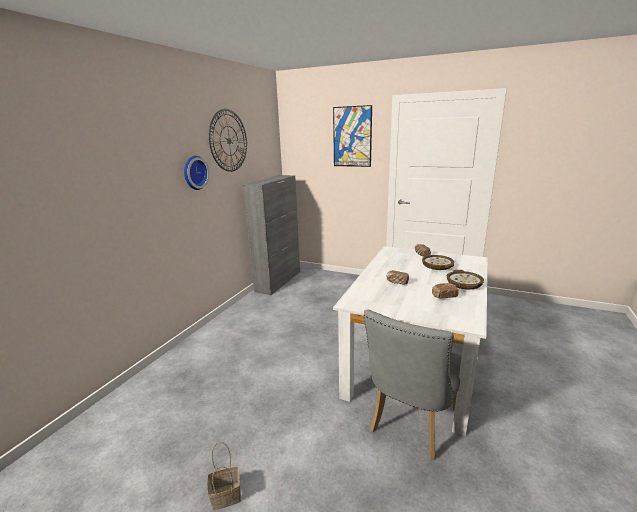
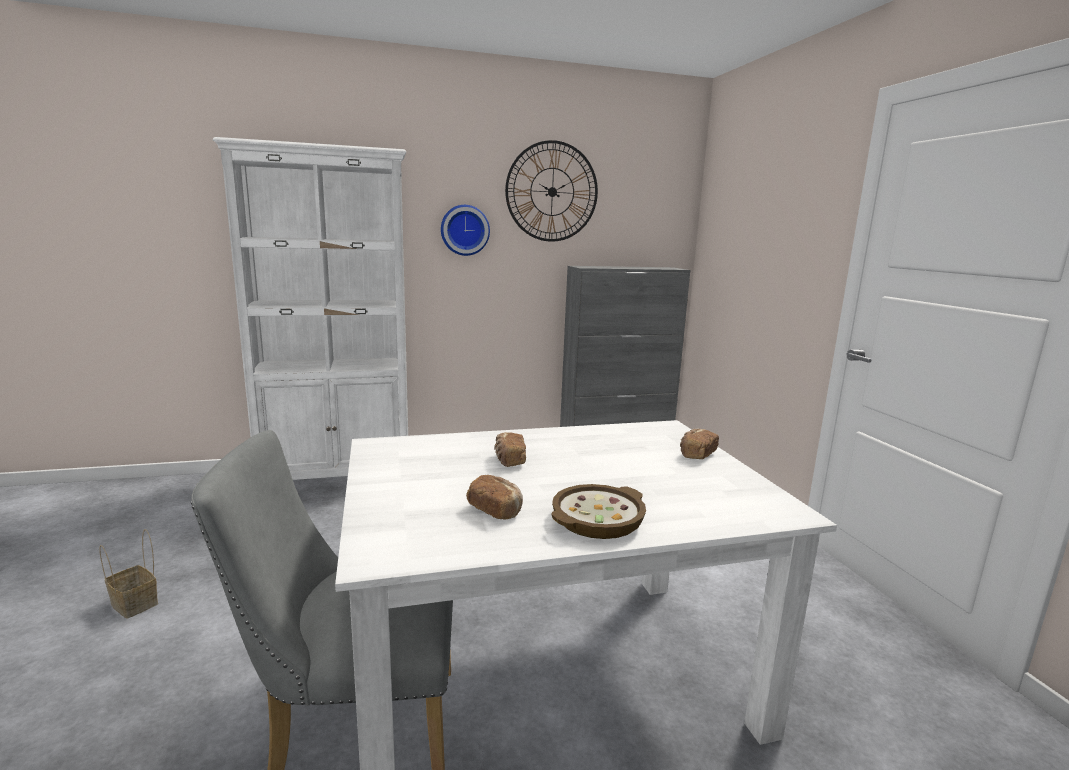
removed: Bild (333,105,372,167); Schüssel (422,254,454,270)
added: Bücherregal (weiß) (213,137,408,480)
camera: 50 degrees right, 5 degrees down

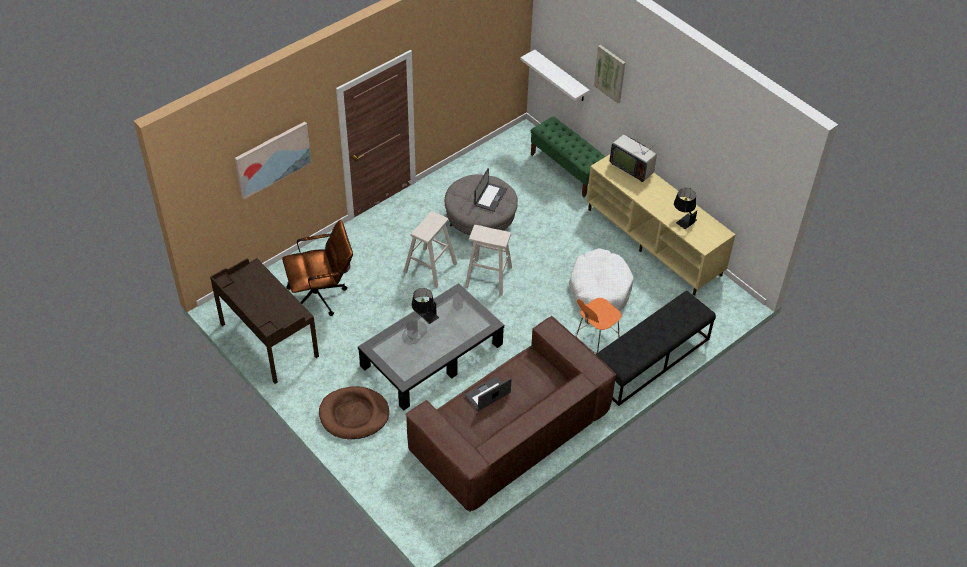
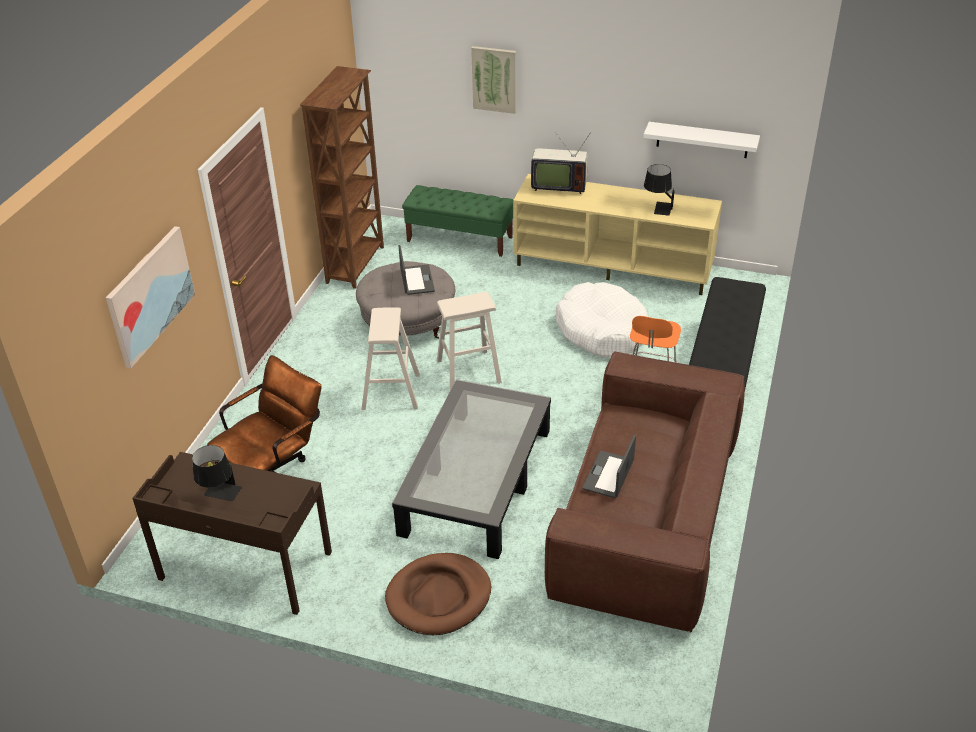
added: Bücherregal (braun) (300,66,384,289)
moved: Wandregal (weiß) (520,50,590,101) to (643,122,760,158); Tischlampe (schwarz) (412,288,439,324) to (192,445,242,501)
camera: 30 degrees left, 10 degrees down

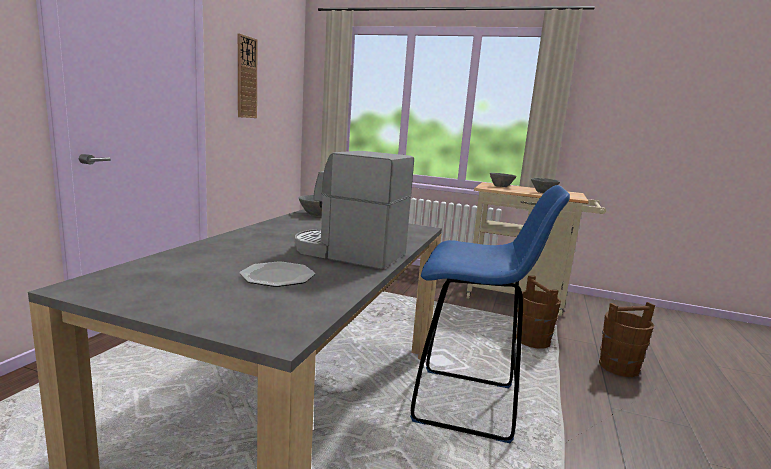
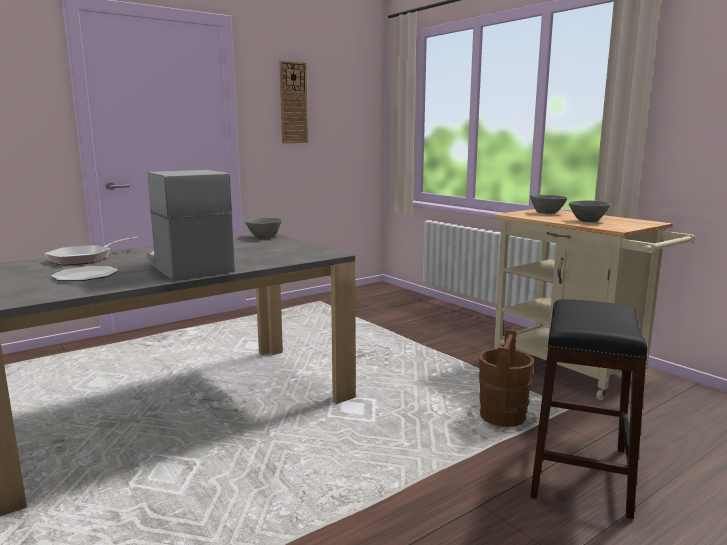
removed: Hocker (blau) (410,185,570,443)
added: Pfanne (44,237,138,265)
replaced: Eimer (braun) (599,302,655,377) to Hocker (schwarz) (530,300,647,519)
camera: 35 degrees right, 0 degrees up

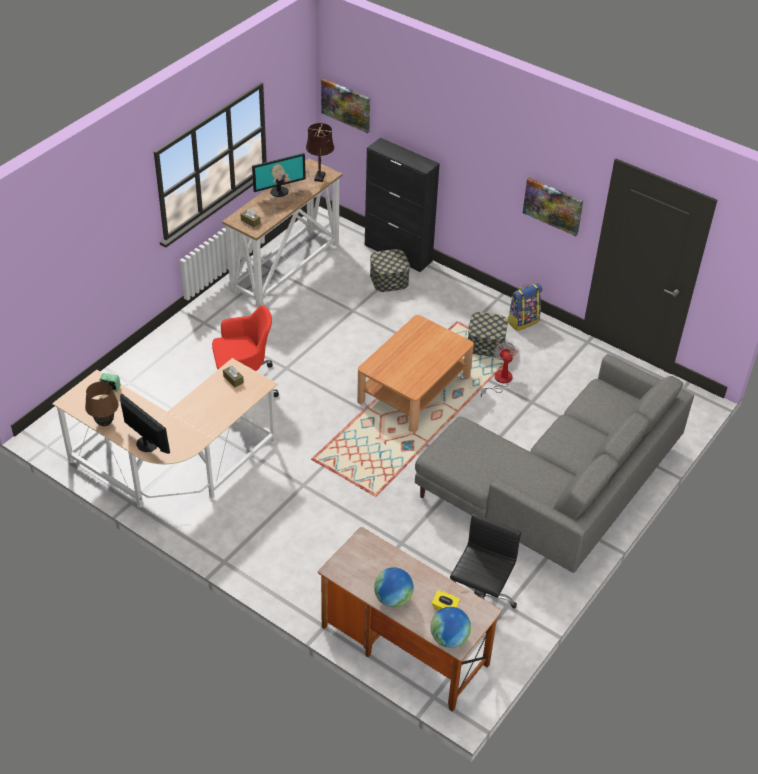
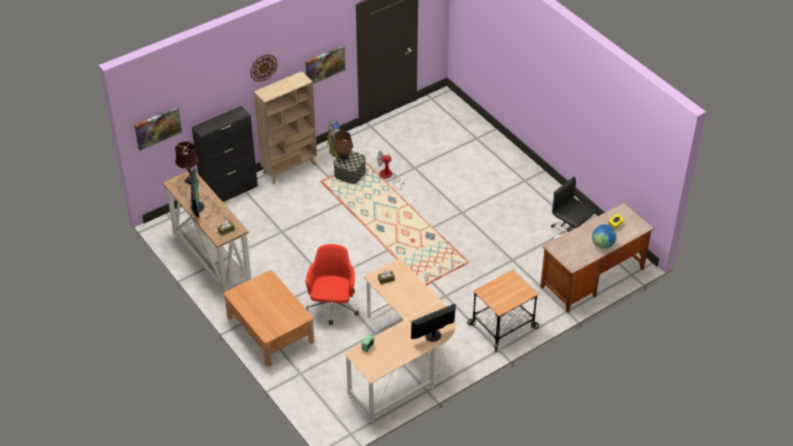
removed: Aufbewahrungsbox (370,249,410,292); Sofa (grau) (415,354,694,573); Globus (430,607,471,648)
added: Wanduhr (250,54,277,82); Bücherregal (beige) (254,71,317,184); Rollwagen (467,269,539,352)
moved: Couchtisch (braun) (357,315,474,432) to (224,270,314,366); Tischlampe (braun) (85,382,119,426) to (333,131,353,160)
camera: 70 degrees left, 0 degrees up

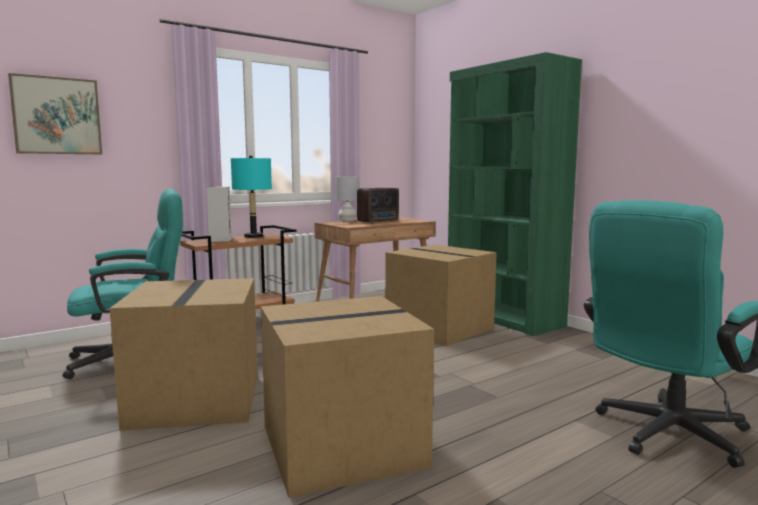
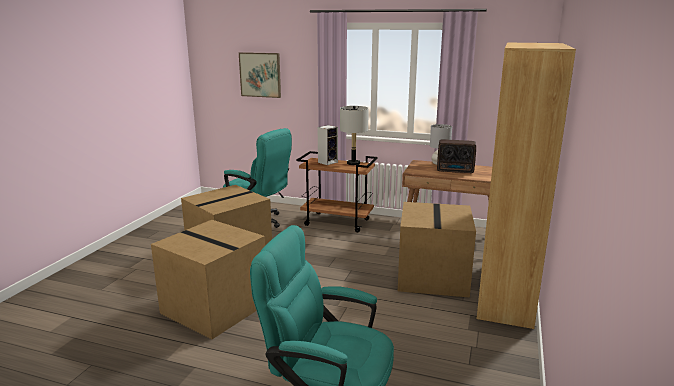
recoloured: Bücherregal (grün) (448,52,582,336) to Bücherregal (braun) (477,42,576,329); Tischlampe (türkis) (231,155,272,238) to Tischlampe (grau) (340,106,369,165)
camera: 55 degrees right, 10 degrees up

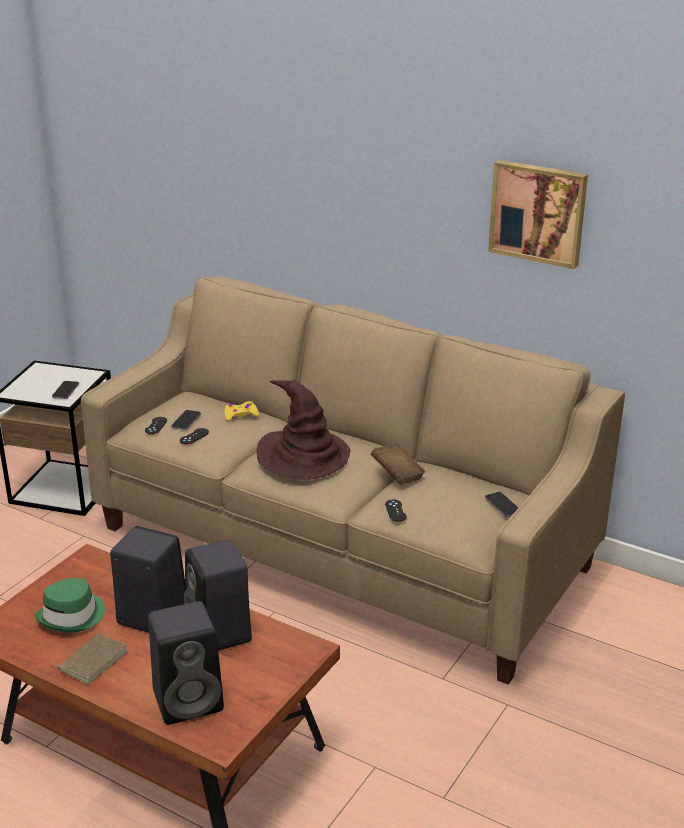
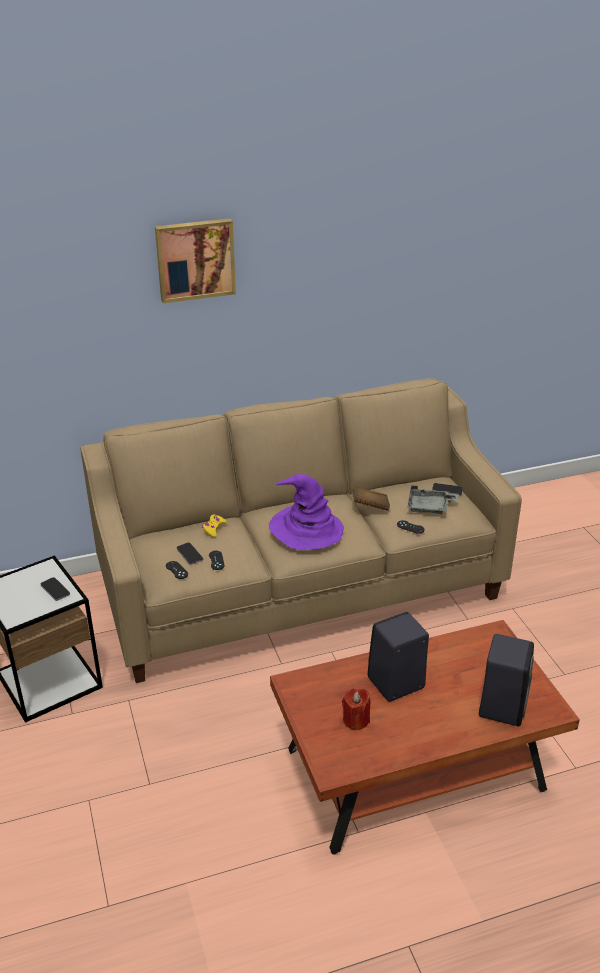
removed: Lautsprecher (schwarz) (184,539,252,651); Buch (braun) (48,633,128,685)
added: Tablett (grau) (407,485,459,514)
moved: Bild (488,160,588,269) to (155,218,236,303)
replaced: Hut (grün) (35,578,105,633) to Kerze (rot) (342,688,370,730)
recoloured: Hut (braun) (257,380,351,480) to Hut (lila) (269,474,344,550)
camera: 50 degrees left, 5 degrees up

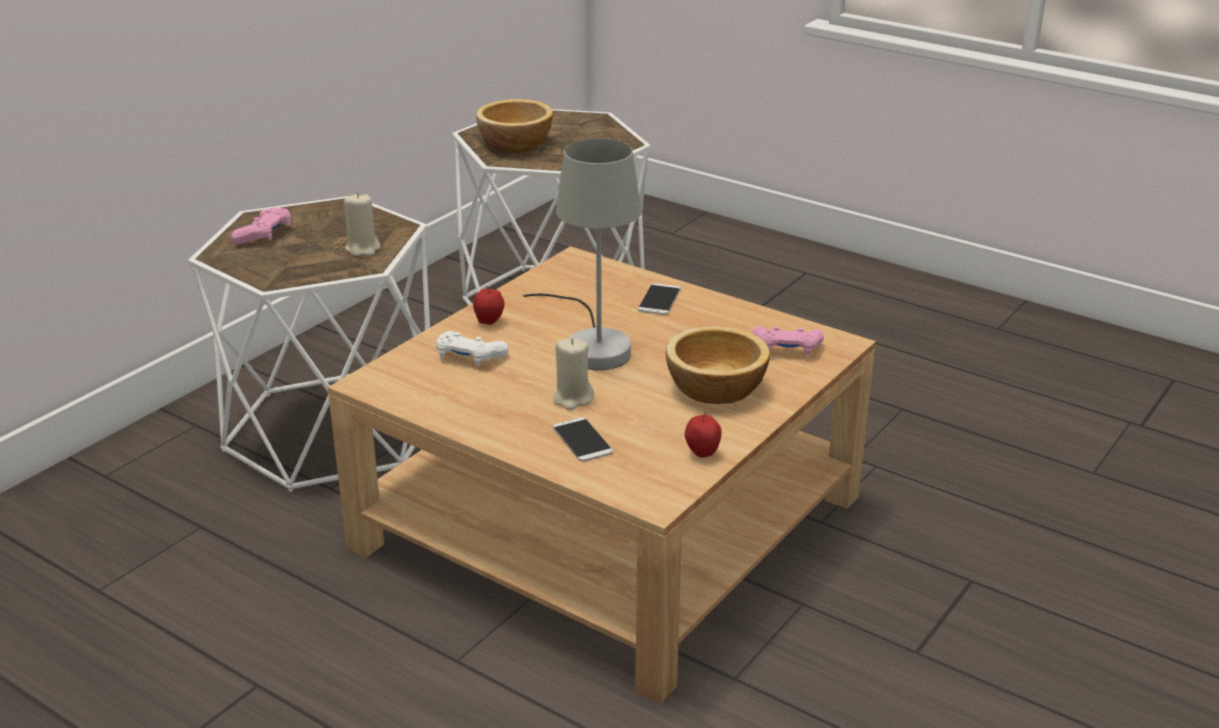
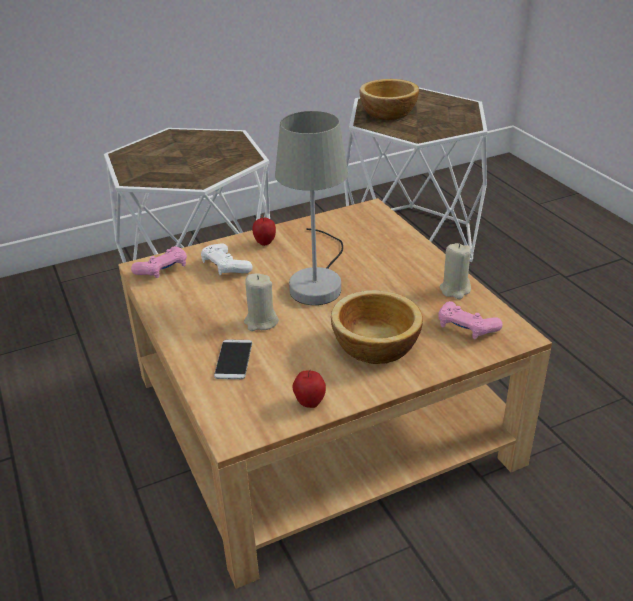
removed: Handy (638,283,681,315)
moved: Kerze (beige) (344,193,380,256) to (440,243,471,299); Gamepad (rosa) (231,207,291,244) to (131,246,187,278)
camera: 30 degrees right, 5 degrees up

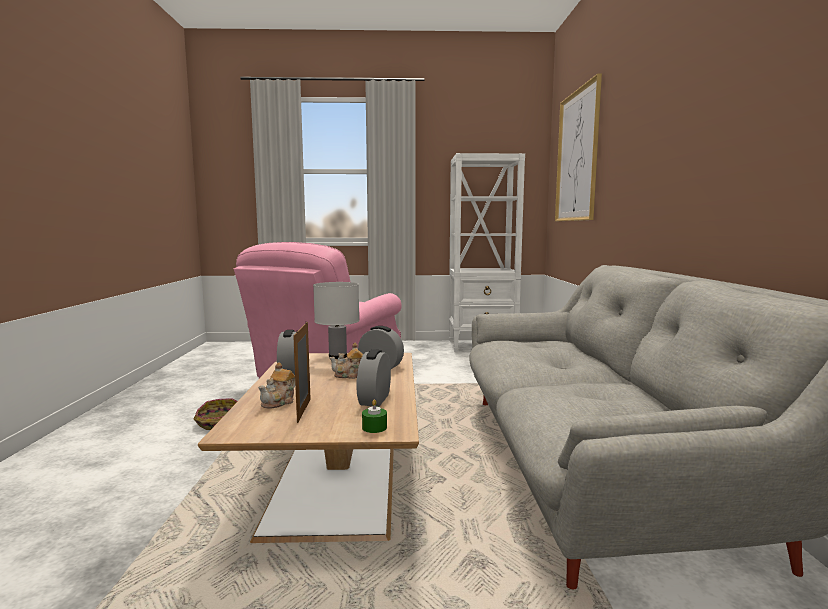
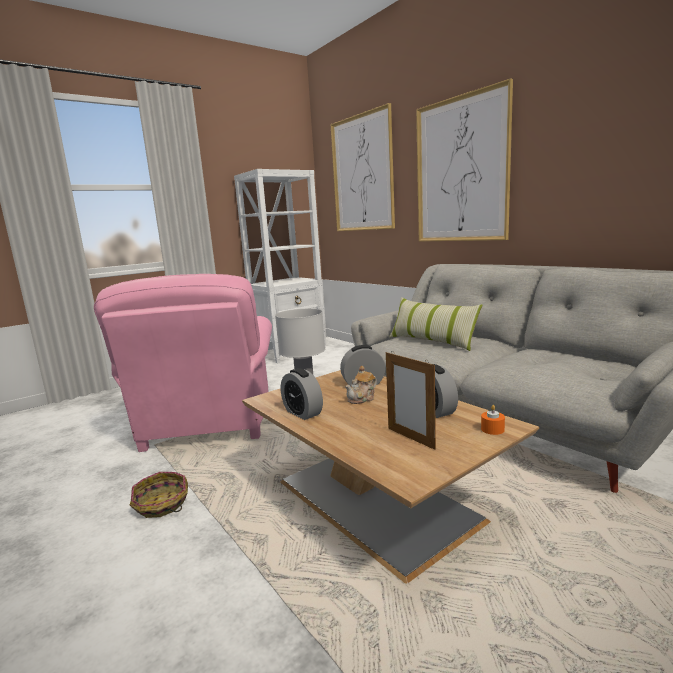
removed: Teekanne (258,363,295,408)
added: Bild (416,78,513,241); Kissen (389,297,483,351)
recoloured: Kerze (grün) (362,399,387,433) to Kerze (orange) (481,405,505,435)
camera: 35 degrees left, 5 degrees up

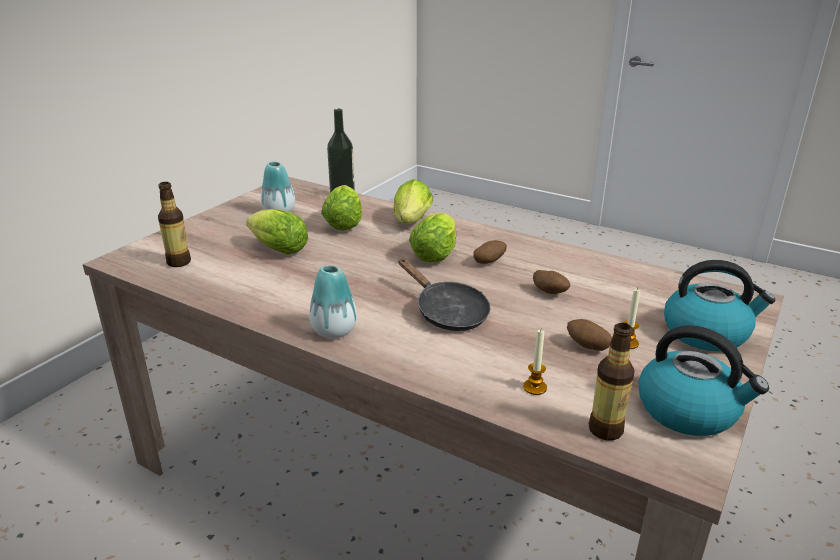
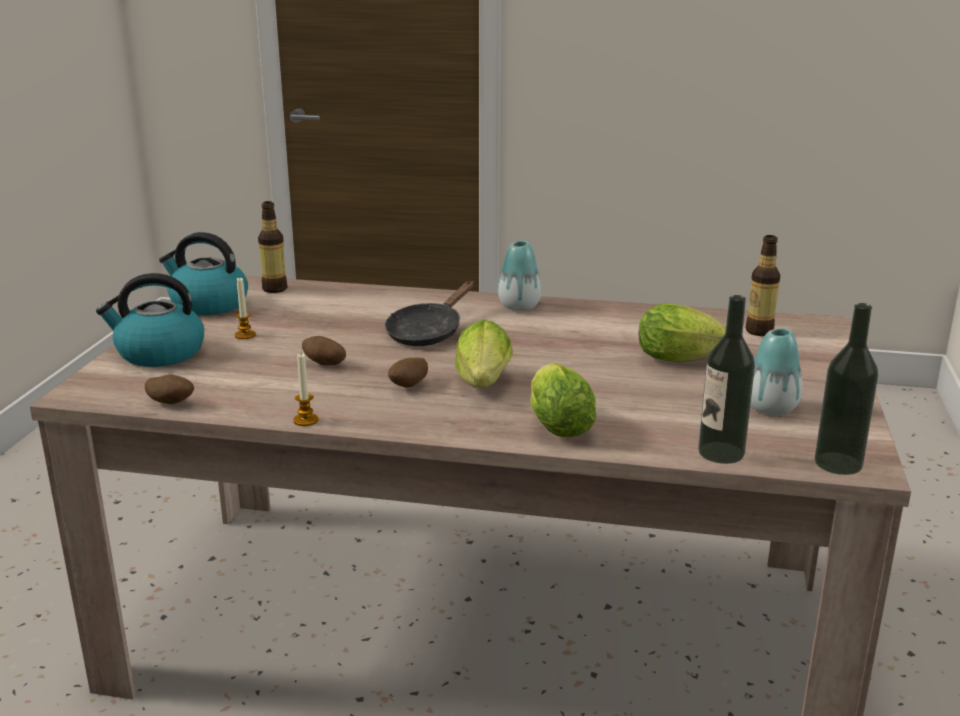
removed: Salatkopf (321,185,362,231)
added: Flasche (815,303,878,475)
moved: Kartoffel (567,319,612,351) to (145,374,194,404); Kerze (523,330,547,395) to (293,353,318,426)
turned: Pfanne (schwarz) (398,258,490,331) = (385,281,474,346) 90 degrees counterclockwise
camera: 160 degrees right, 5 degrees down

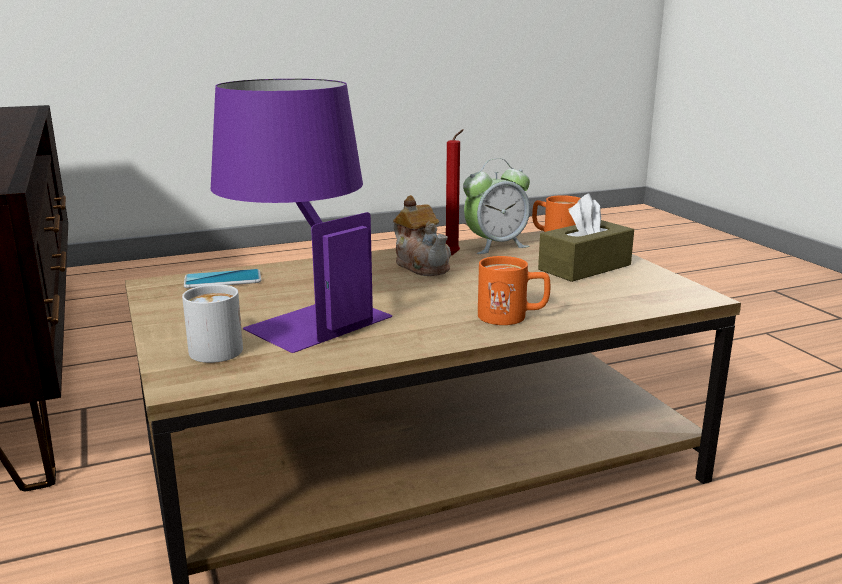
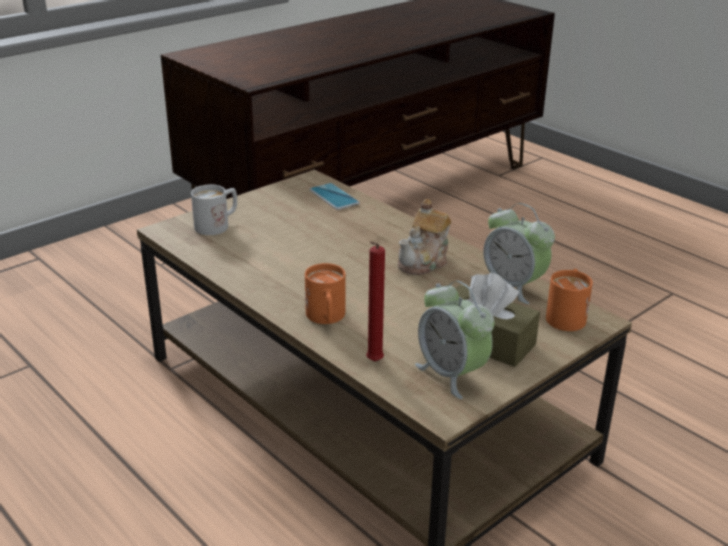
removed: Tischlampe (lila) (211,79,392,353)
added: Wecker (415,280,494,399)
moved: Kerze (rot) (446,129,464,255) to (366,242,385,361)
camera: 70 degrees right, 10 degrees up

